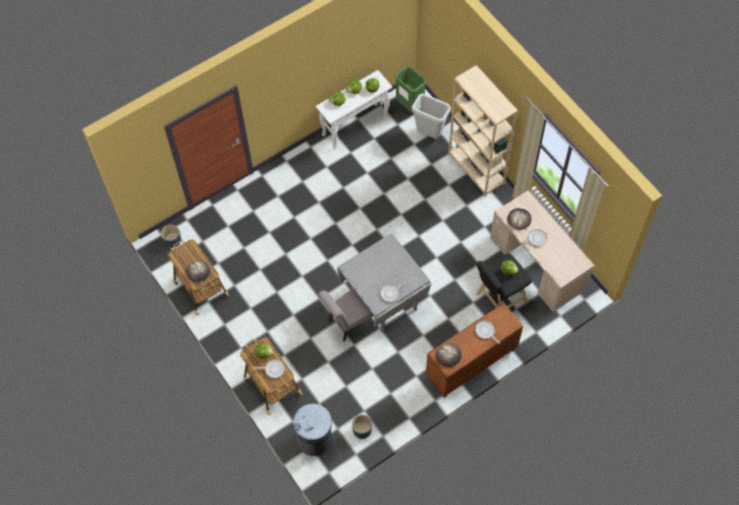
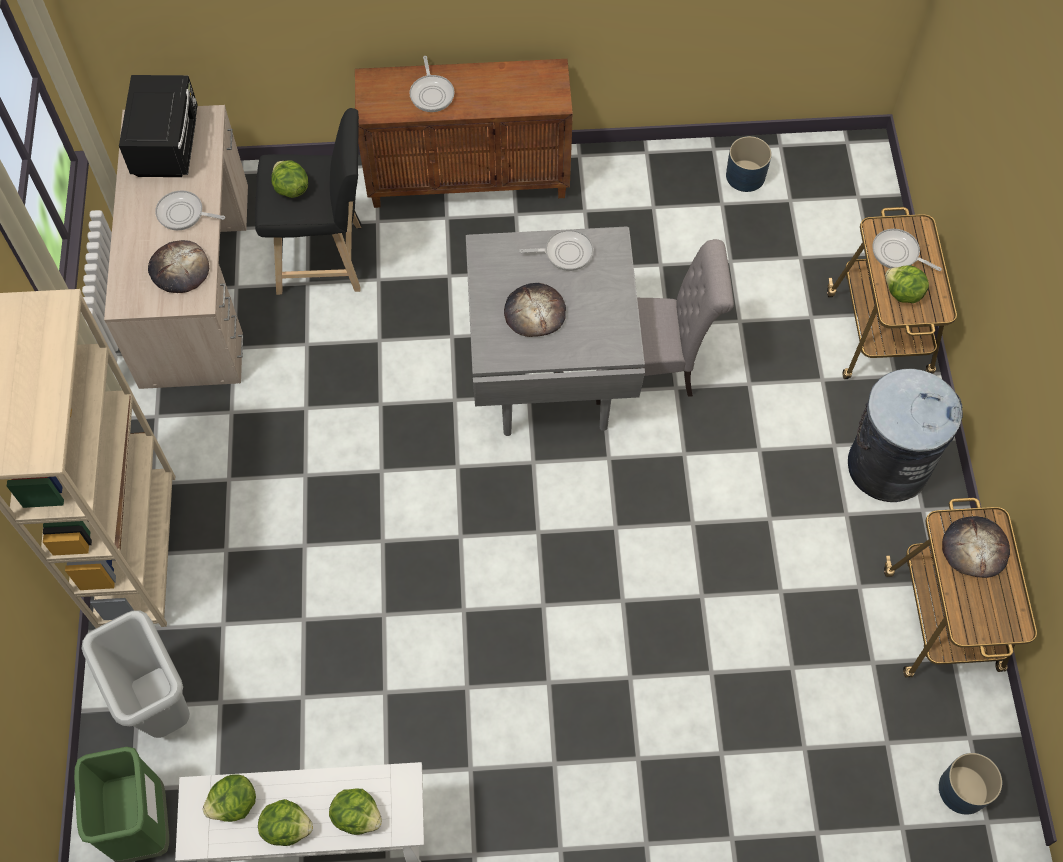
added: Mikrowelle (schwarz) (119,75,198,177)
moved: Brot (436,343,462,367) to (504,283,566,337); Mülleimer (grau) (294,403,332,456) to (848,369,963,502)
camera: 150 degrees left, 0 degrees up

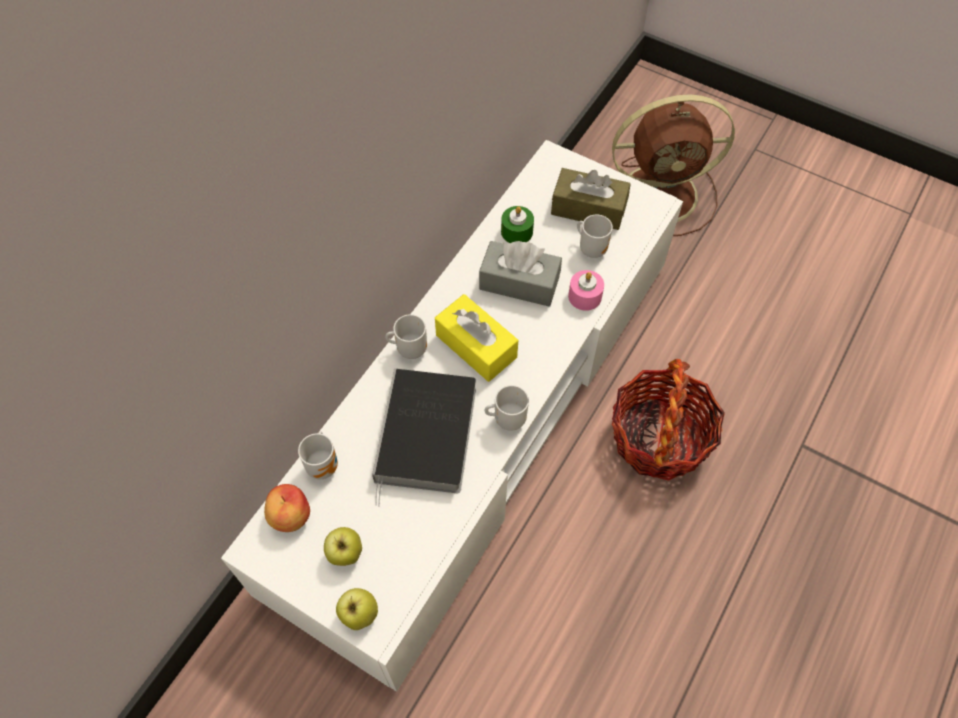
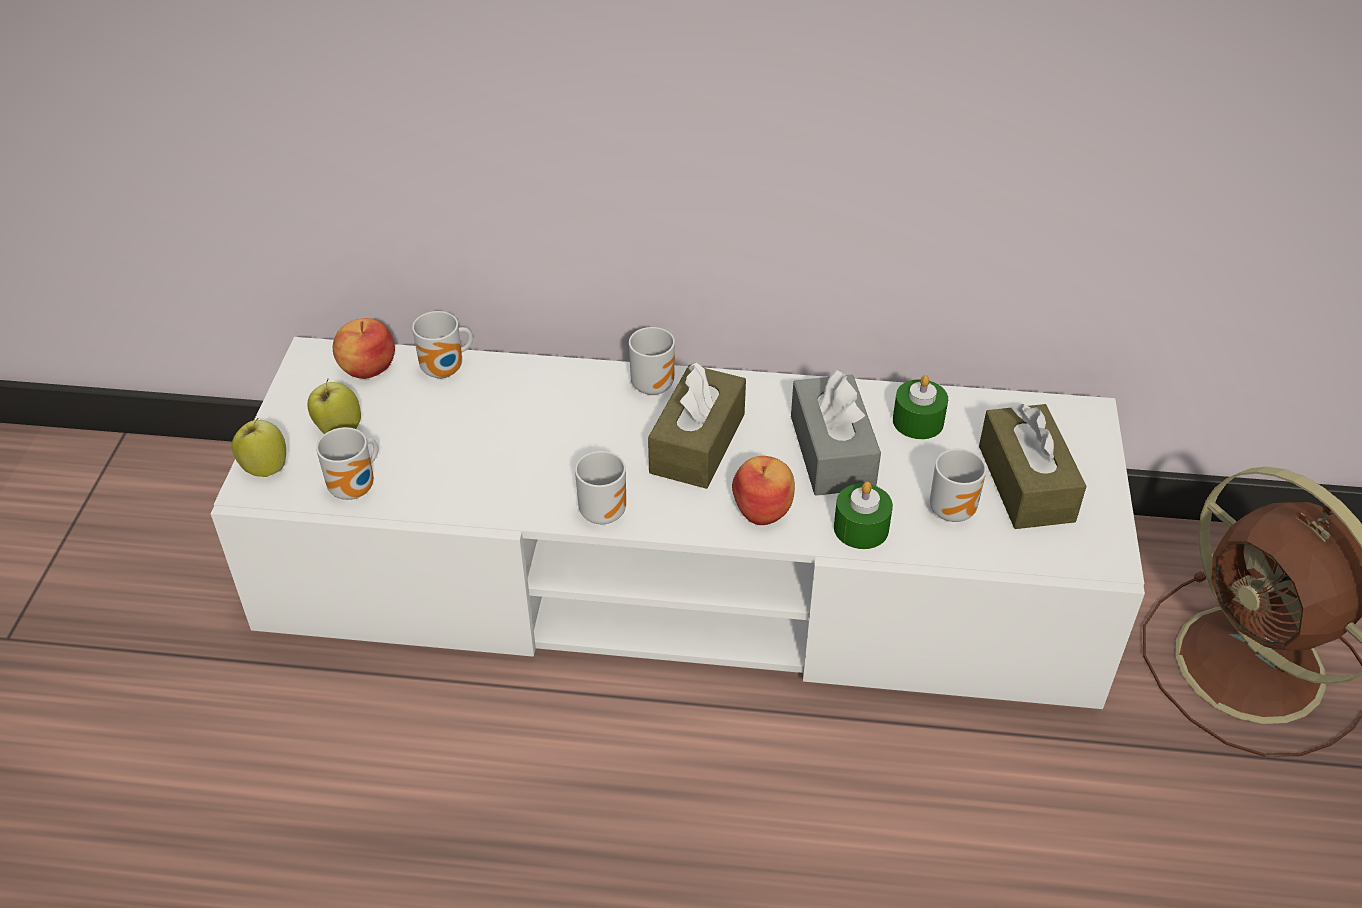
removed: Korb (612,359,725,481); Buch (372,369,476,507)
added: Henkelbecher (316,427,378,500); Apfel (732,456,795,525)
recoloured: Kerze (rosa) (568,270,604,311) to Kerze (grün) (834,482,893,549); Taschentuchbox (gelb) (435,294,518,382) to Taschentuchbox (braun) (648,362,746,489)
camera: 65 degrees right, 15 degrees down

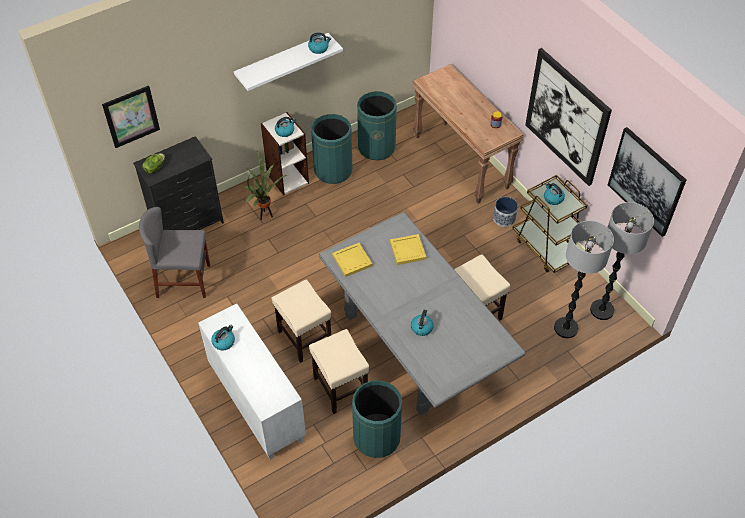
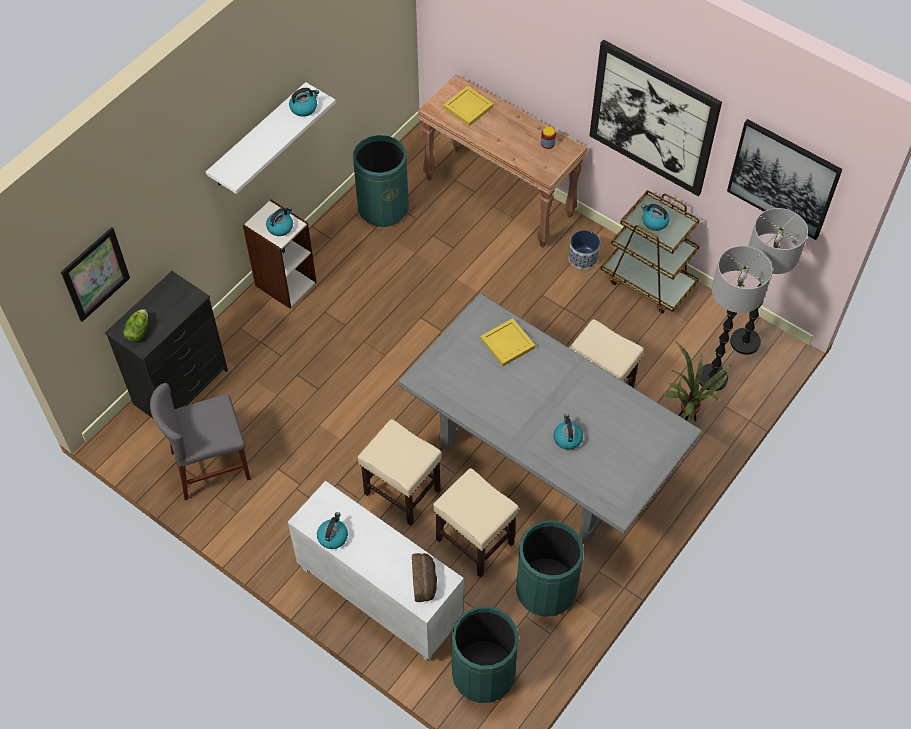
added: Brot (412,553,437,602)
moved: Mülleimer (grün) (311,114,353,184) to (452,607,519,703); Topfpflanze (244,150,287,220) to (663,340,734,421); Tablett (gelb) (332,243,373,277) to (443,86,493,126)
camera: 20 degrees left, 5 degrees up

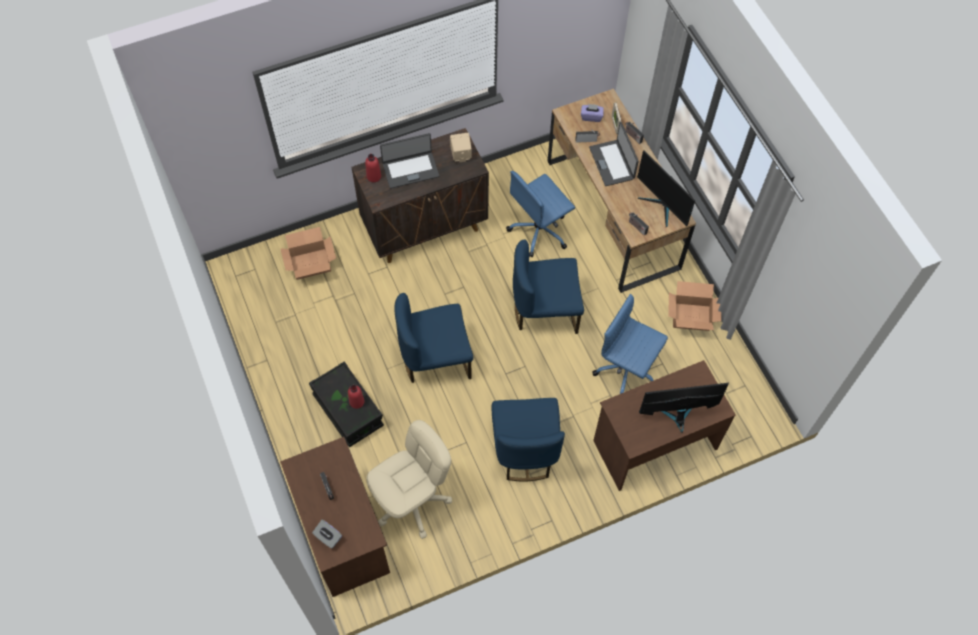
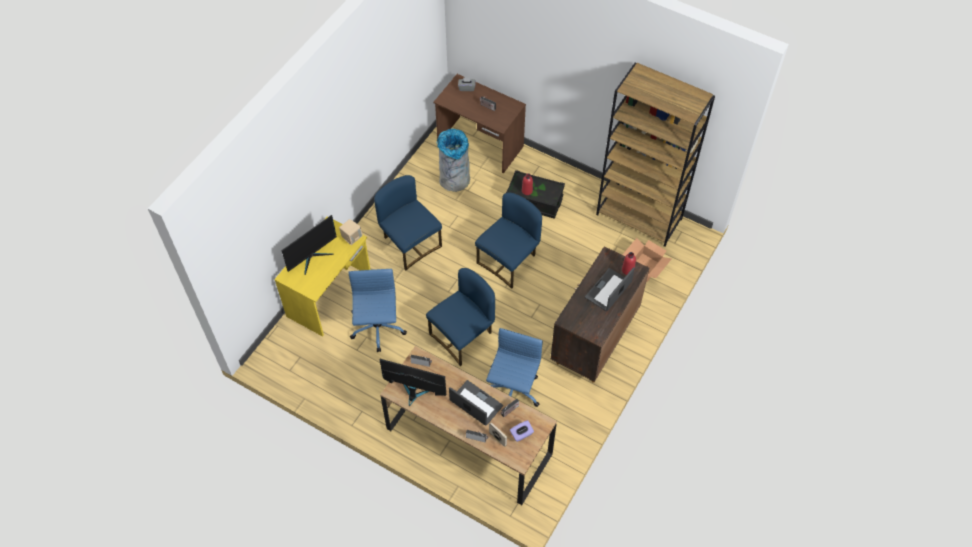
removed: Karton (668,281,721,331)
added: Bücherregal (braun) (596,63,715,247)
moved: Lautsprecher (beige) (450,133,472,162) to (339,219,363,245)
replaced: Bürostuhl (beige) (366,420,452,539) to Mülleimer (grau) (437,129,470,192)
recoloured: Schreibtisch (braun) (593,360,736,491) to Schreibtisch (gelb) (274,217,370,337)
turned: Bürostuhl (blau) (593,294,668,394) = (349,269,407,352) 90 degrees counterclockwise
camera: 145 degrees right, 5 degrees down

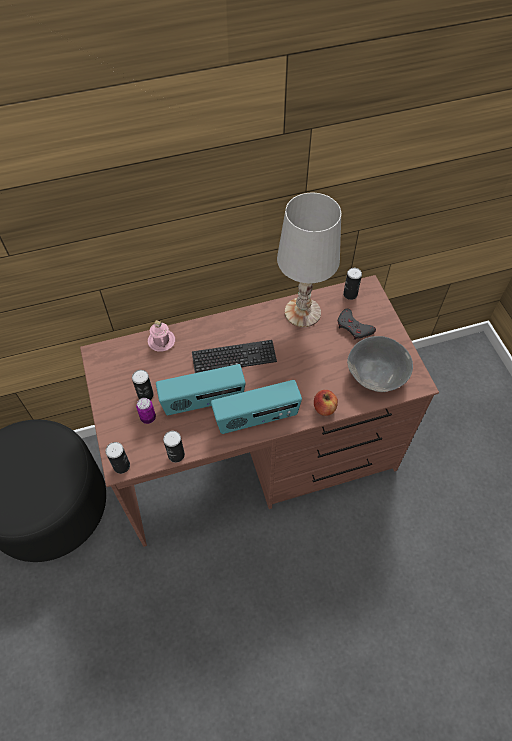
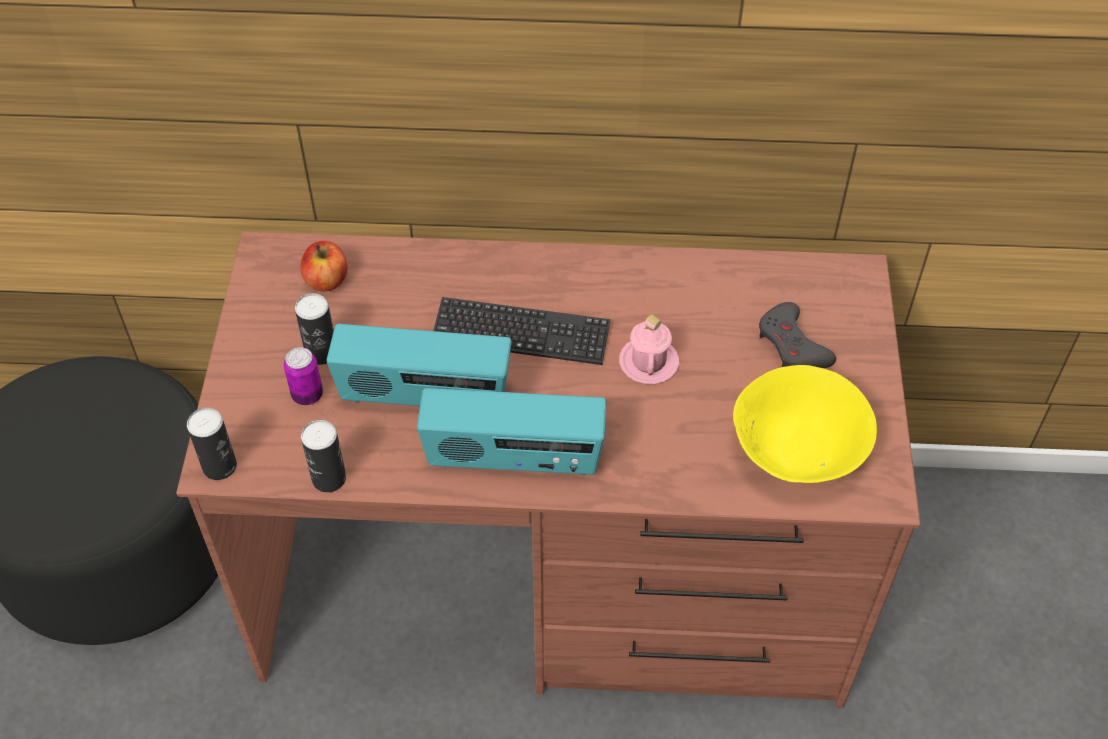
removed: Tischlampe (weiß) (277,193,341,327); Dose (343,268,362,300)
moved: Henkelbecher (rosa) (148,320,175,352) to (619,314,679,384); Apfel (314,390,338,416) to (301,241,348,291)
recoloured: Schüssel (grau) (347,336,413,392) to Schüssel (gelb) (733,365,877,483)
camera: 20 degrees right, 5 degrees down

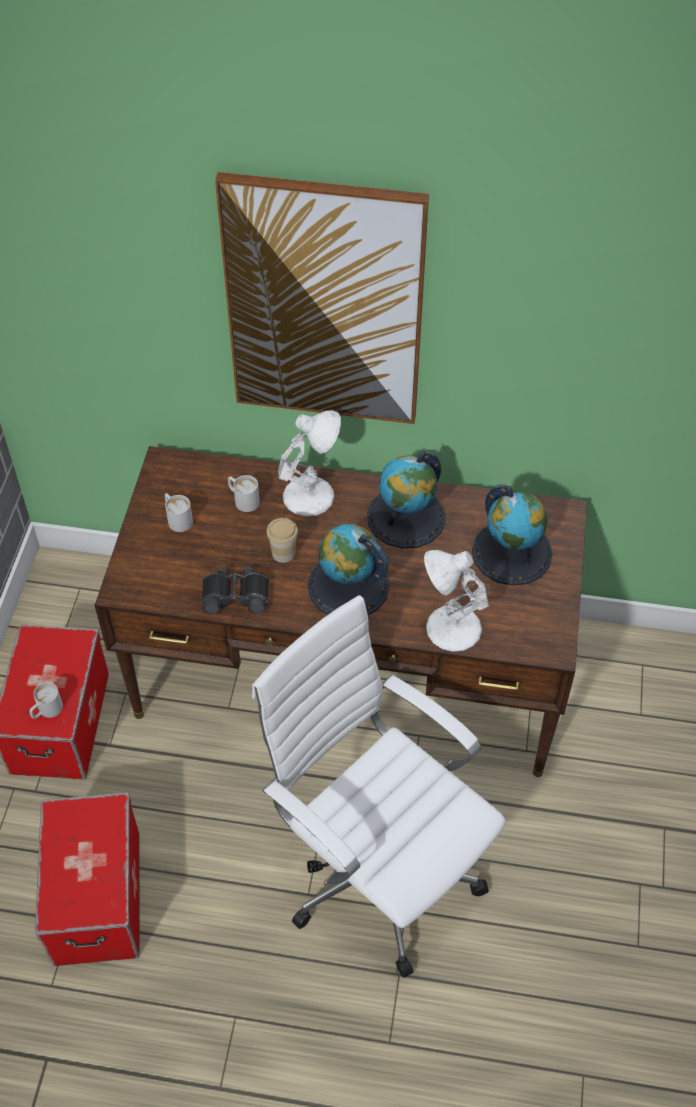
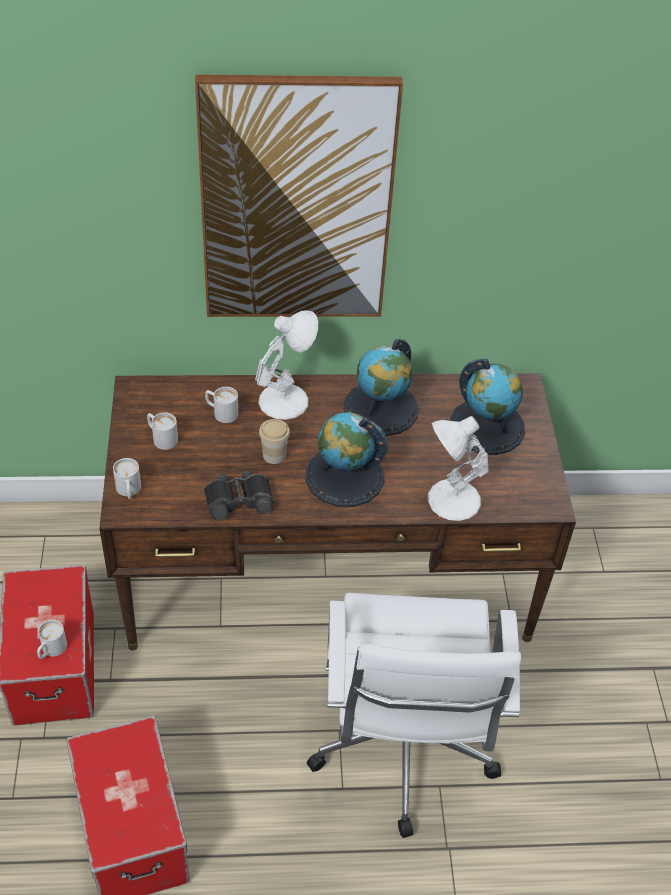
added: Henkelbecher (weiß) (113,458,141,499)
turned: Bürostuhl (weiß) (252,595,506,978) = (307,593,521,838) 120 degrees counterclockwise
camera: 15 degrees left, 5 degrees down

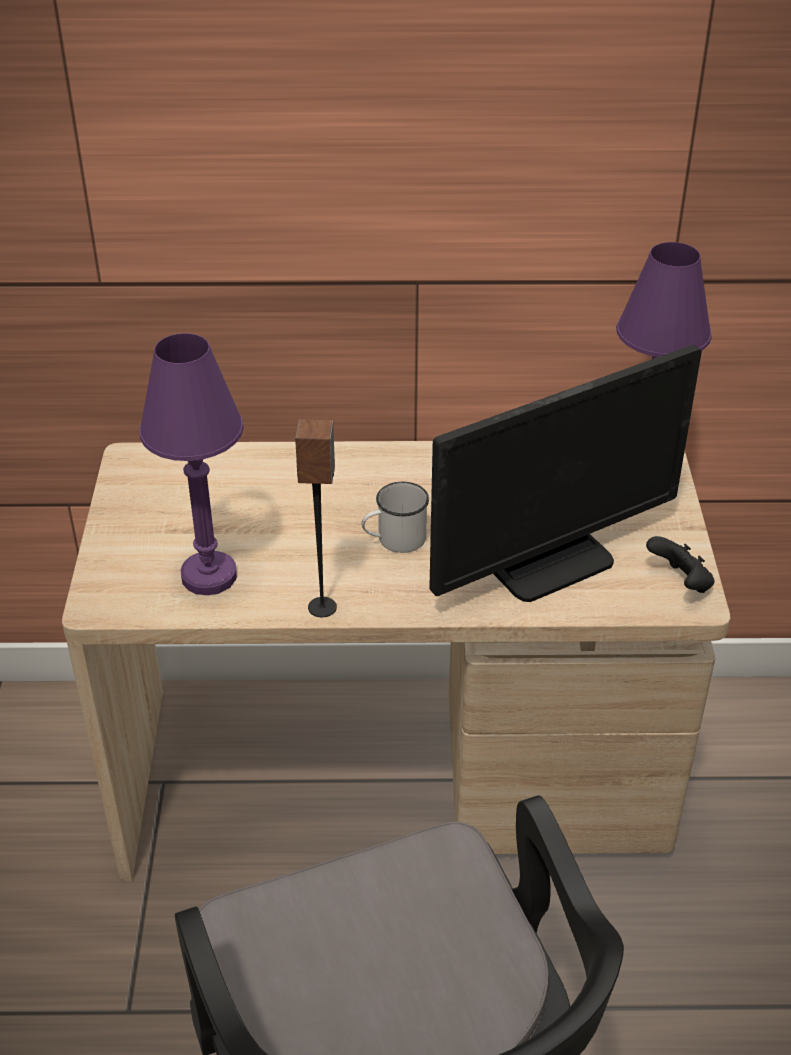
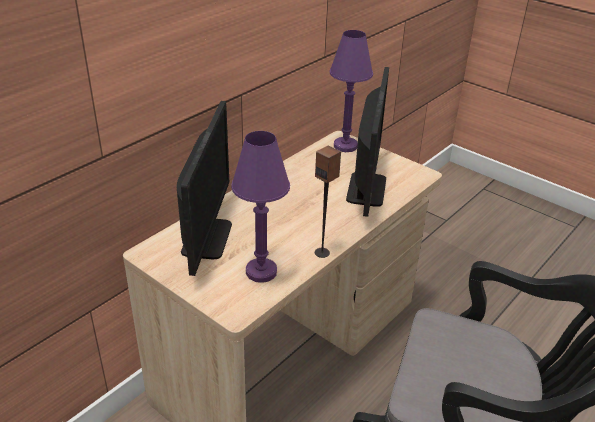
removed: Henkelbecher (weiß) (361,482,429,553); Gamepad (schwarz) (646,536,715,593)
added: Monitor (177,101,232,276)
camera: 50 degrees left, 5 degrees down

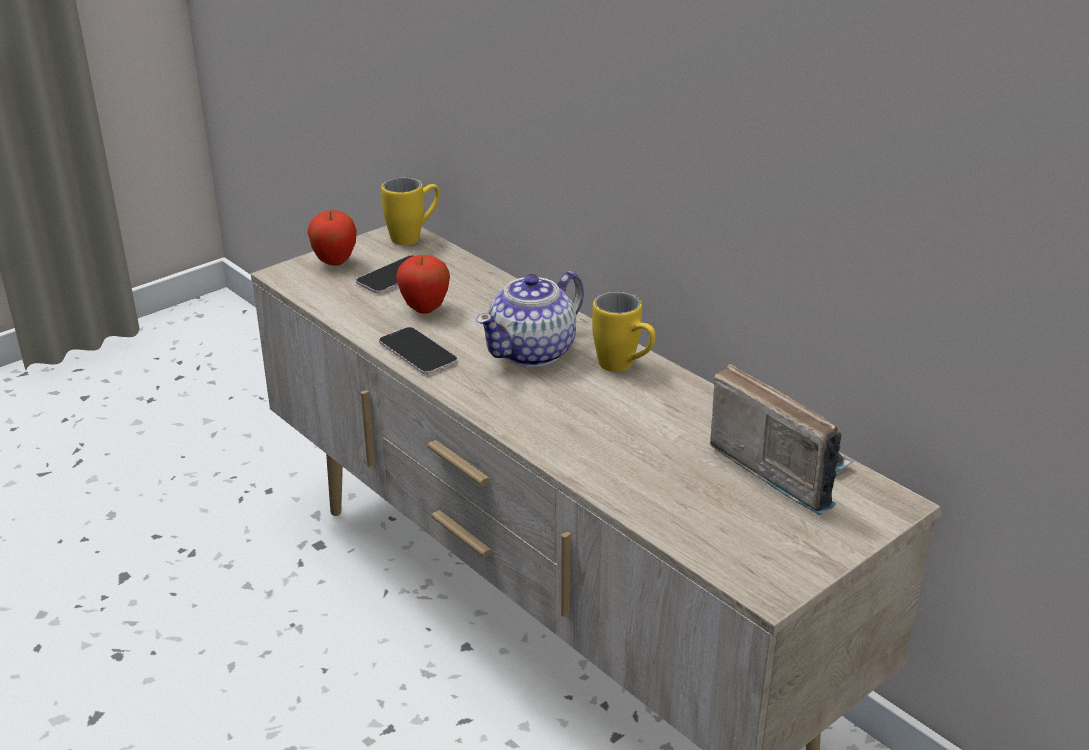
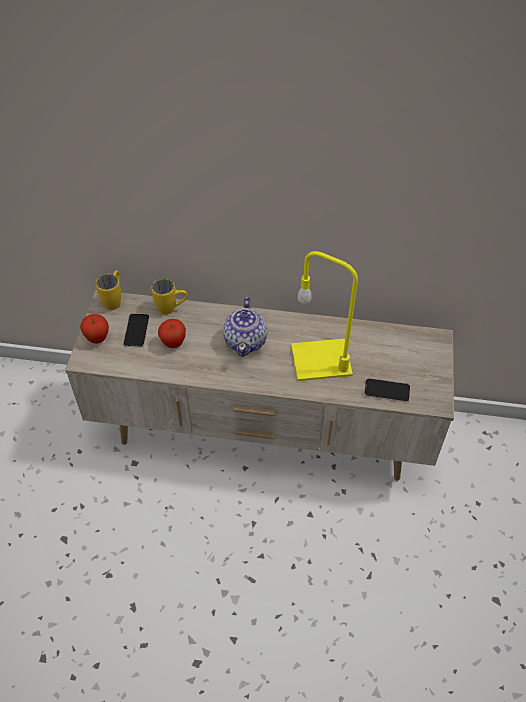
removed: Radio (710,364,854,515)
added: Tischlampe (gelb) (291,251,358,381)
moved: Henkelbecher (gelb) (592,291,656,372) to (151,278,187,315); Handy (379,327,458,375) to (364,378,410,402)
camera: 40 degrees left, 20 degrees up

